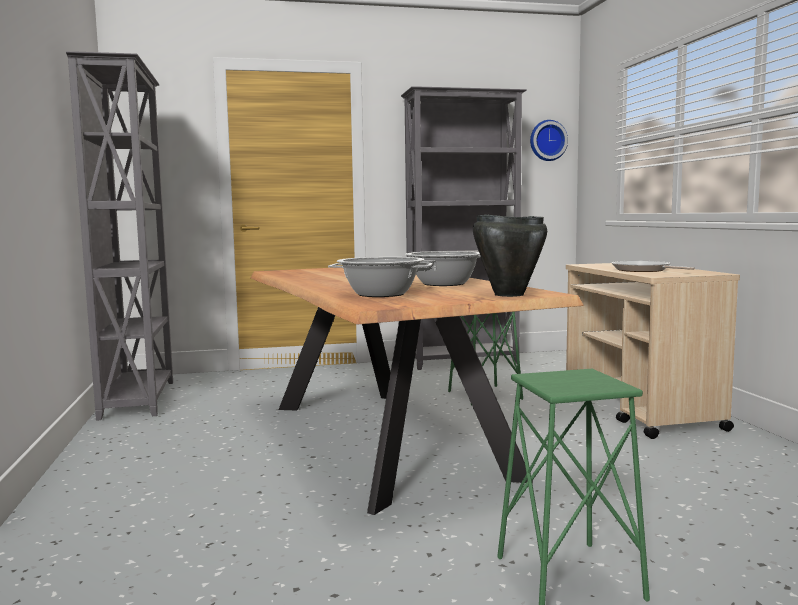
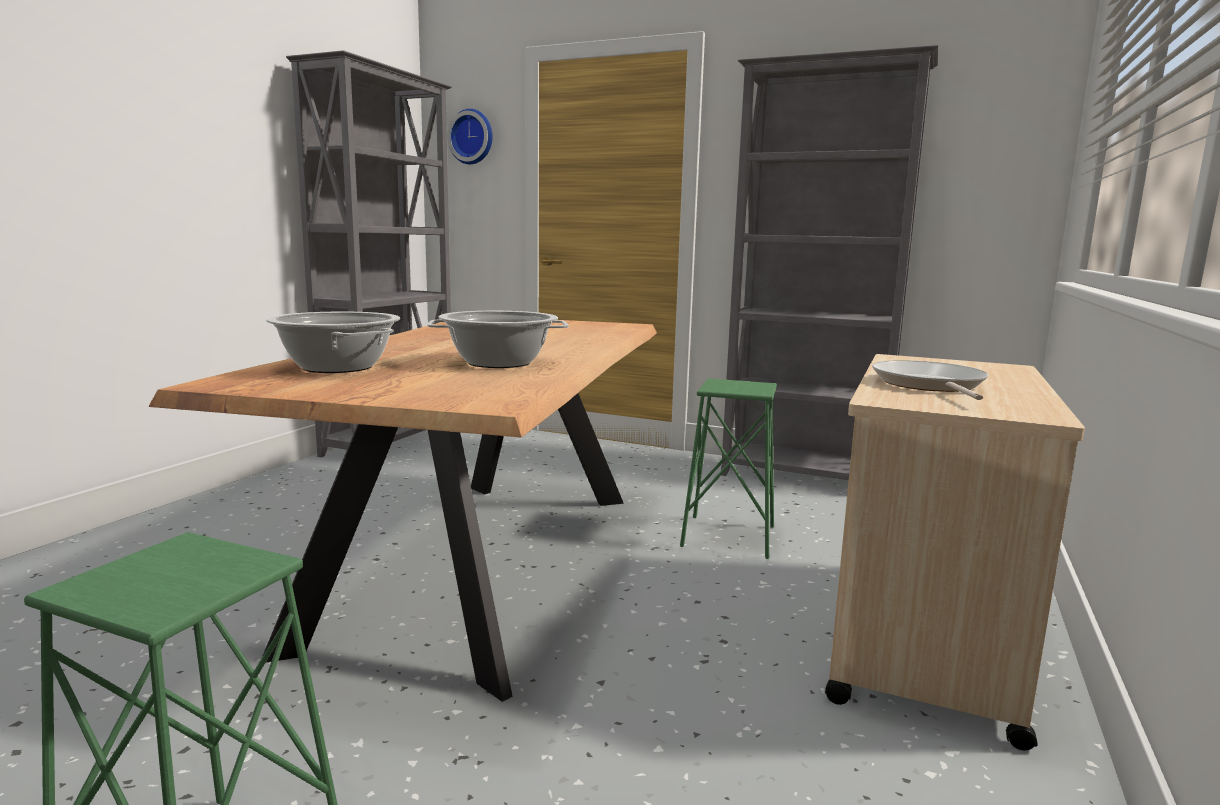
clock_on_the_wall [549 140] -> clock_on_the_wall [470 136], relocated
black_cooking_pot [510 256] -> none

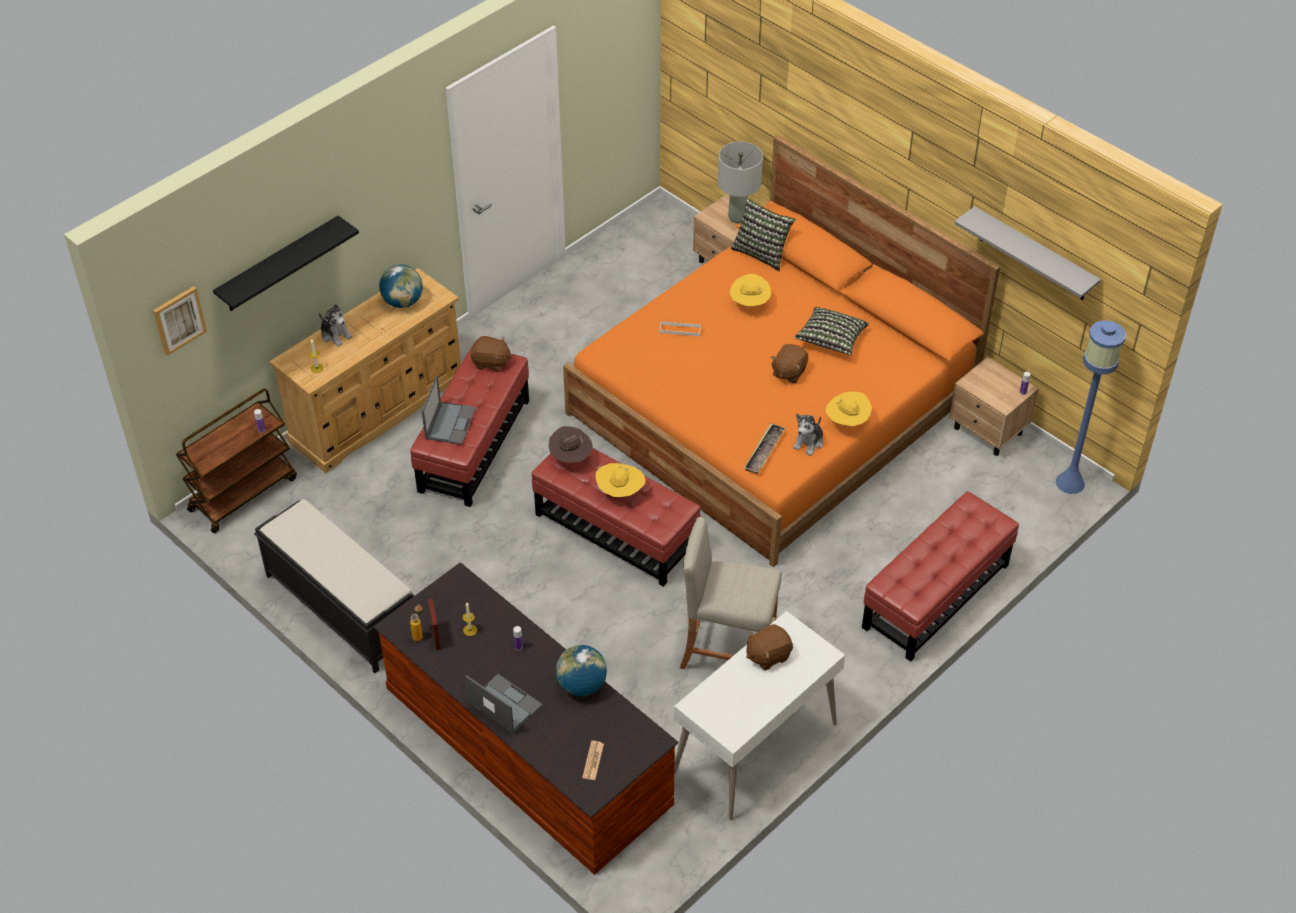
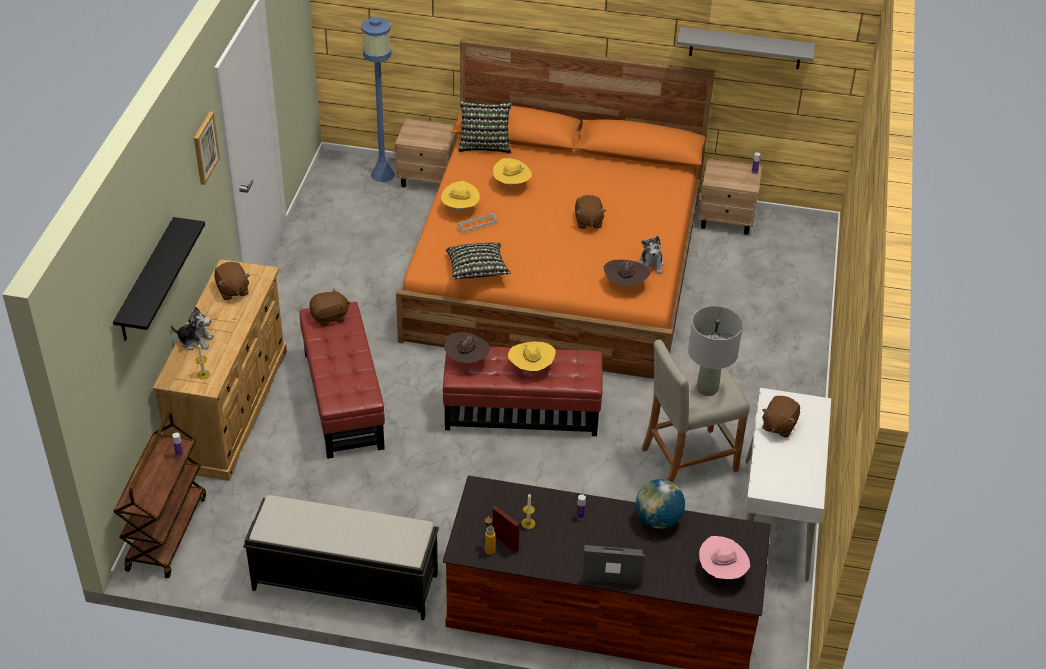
gray_table_lamp [740 182] -> gray_table_lamp [715 351], relocated
globe [401 286] -> brown_cuddly_toy [232 281]
picture [180 321] -> picture [207 148], relocated
cushion [831 331] -> cushion [478 261], relocated
bluish_floor_lamp [1091 407] -> bluish_floor_lamp [378 99], relocated
portable_computer [449 410] -> none
yellowish_wearable_hat [849 408] -> yellowish_wearable_hat [460 196], relocated
tray [764 448] -> brown_wearable_hat [627 272]
reddish_footrest [940 577] -> none
printed_paper [593 760] -> pink-coloured_wearable_hat [724 557]

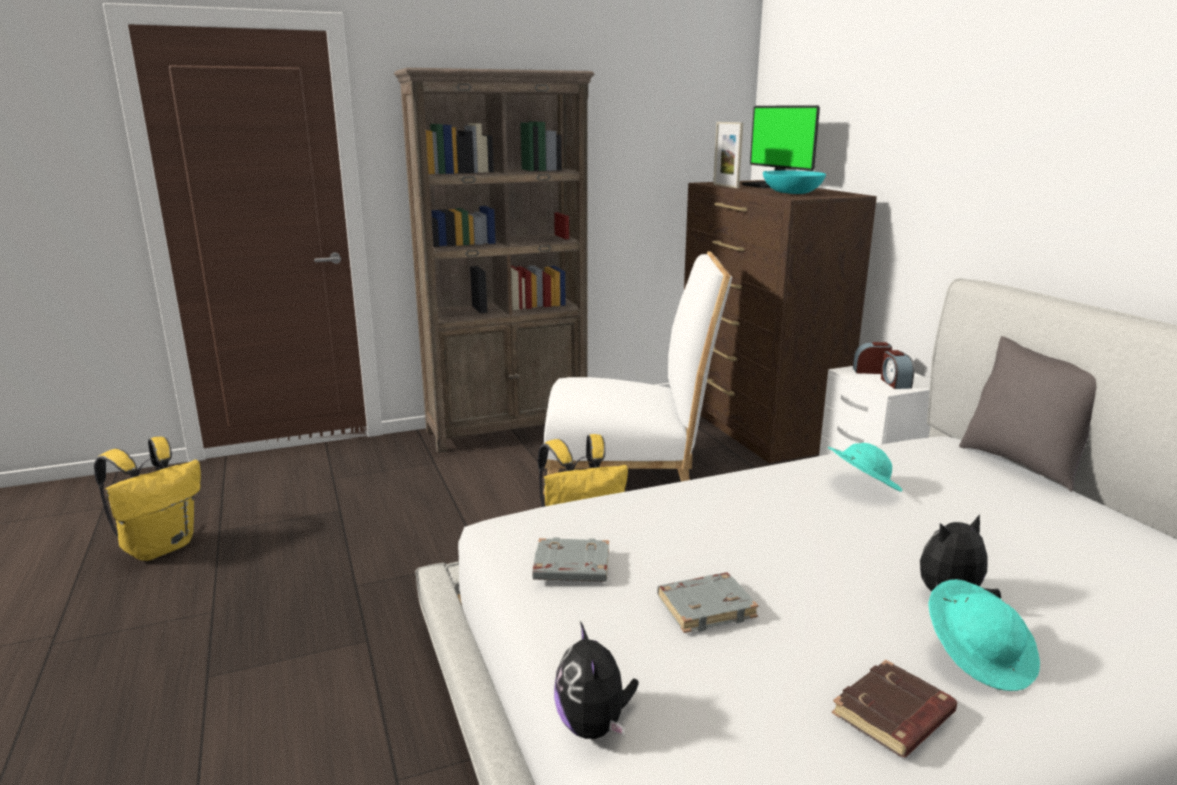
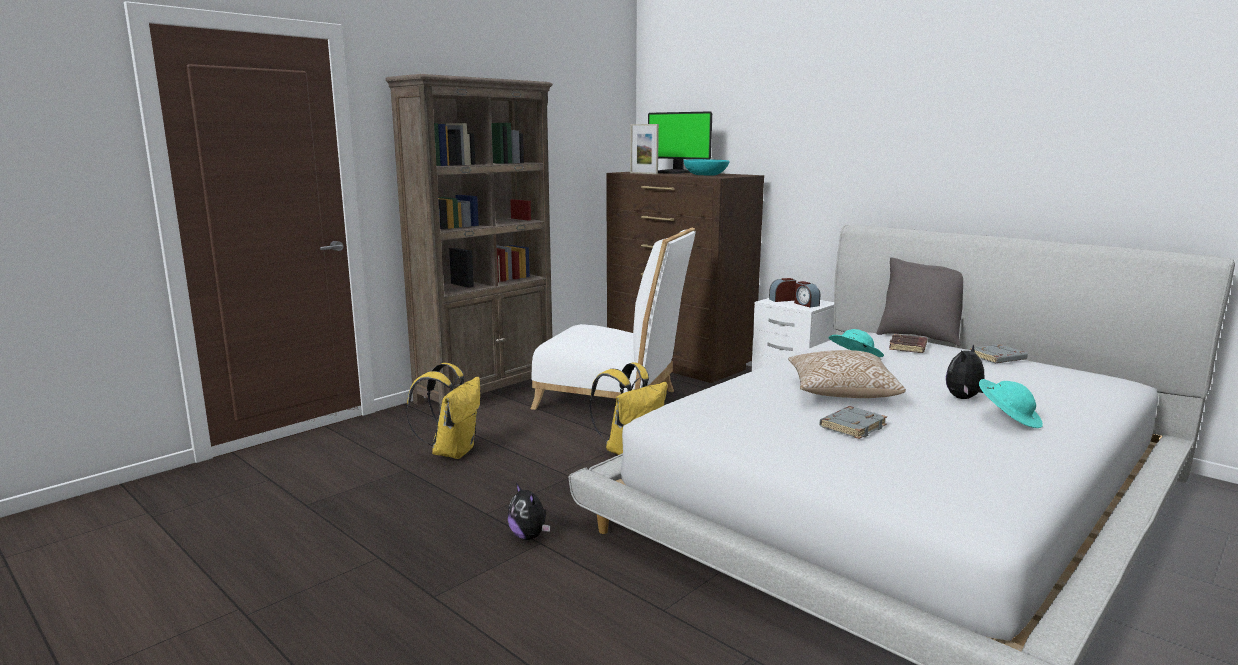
whitish_plain_chair [637 373] -> whitish_plain_chair [613 319], 45 degrees clockwise
yellowish_backpack [147 499] -> yellowish_backpack [443 411], relocated
gray_volume [570 559] -> gray_volume [999 353], relocated
cuddly_toy [596 680] -> cuddly_toy [529 511], relocated
brown_volume [894 708] -> brown_volume [908 343], relocated
none -> cushion [847 374]

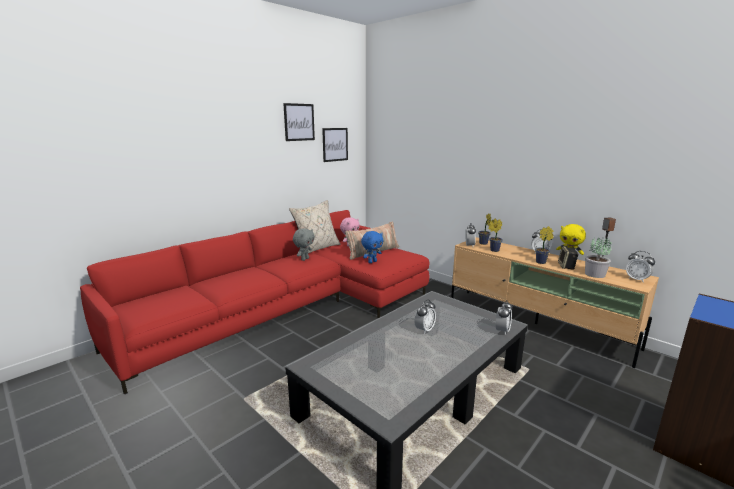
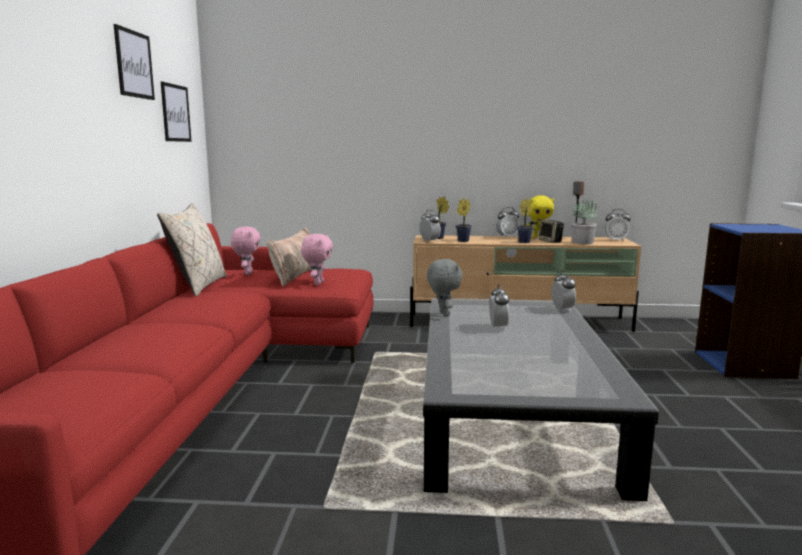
gray_cuddly_toy [304 244] -> gray_cuddly_toy [444 288], relocated
bluish_cuddly_toy [372 247] -> pink-coloured_cuddly_toy [317 259]

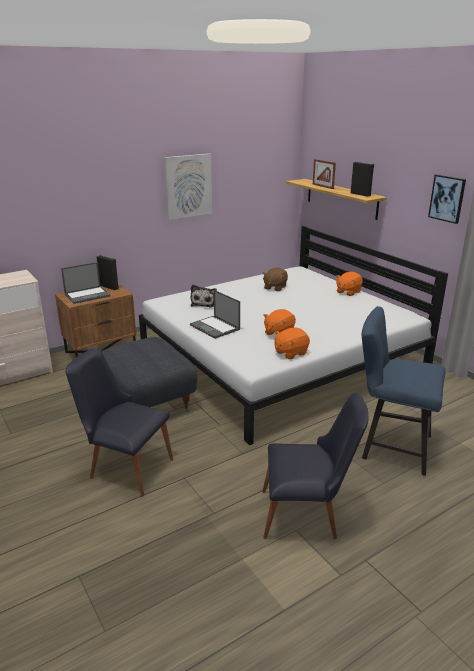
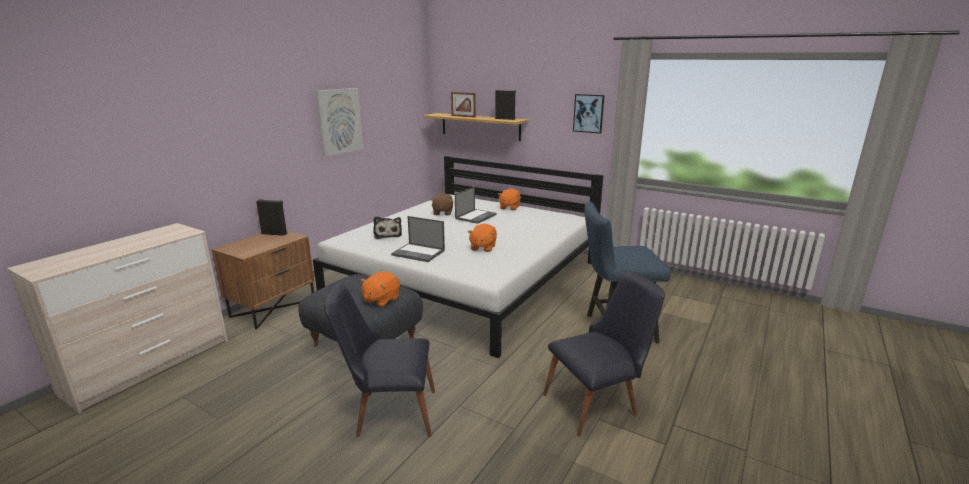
portable_computer [86 283] -> portable_computer [476 205], relocated
orange_cuddly_toy [292 343] -> orange_cuddly_toy [380 289], relocated

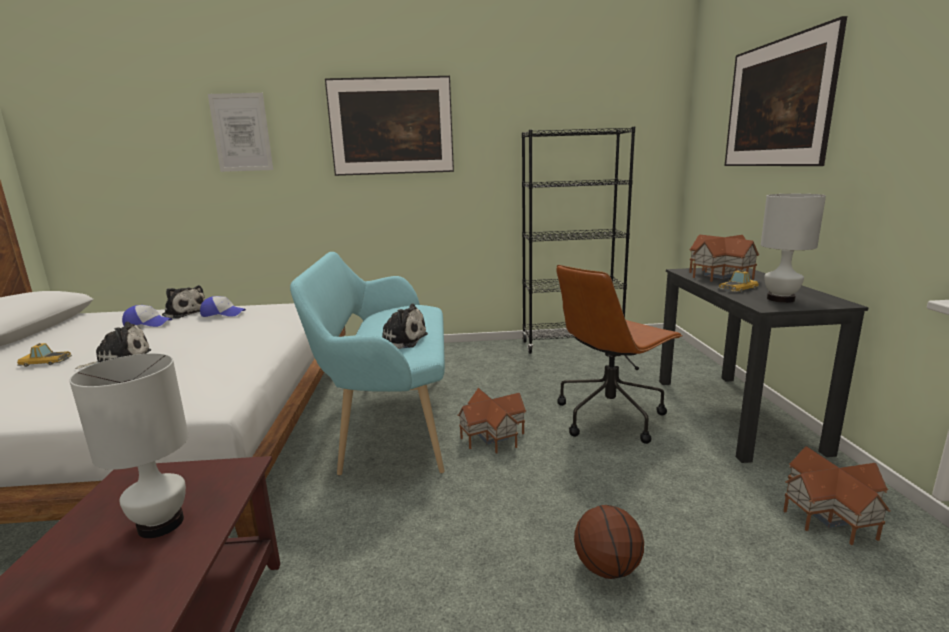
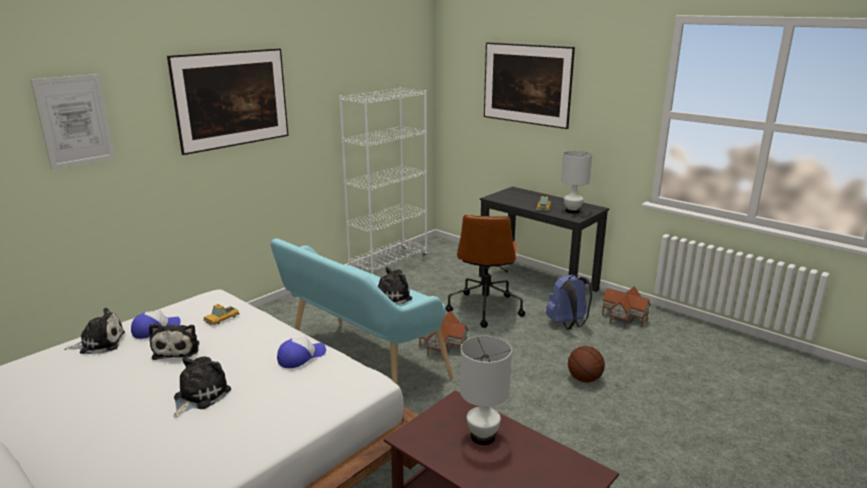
black_shelving_unit [578 240] -> whitish_shelving_unit [383 181]
model_house [724 258] -> none
cap [147 316] -> cap [301 352], relocated
toy_car [44 355] -> toy_car [221 315], relocated
none -> bluish_backpack [569 302]
none -> cuddly_toy [174 342]

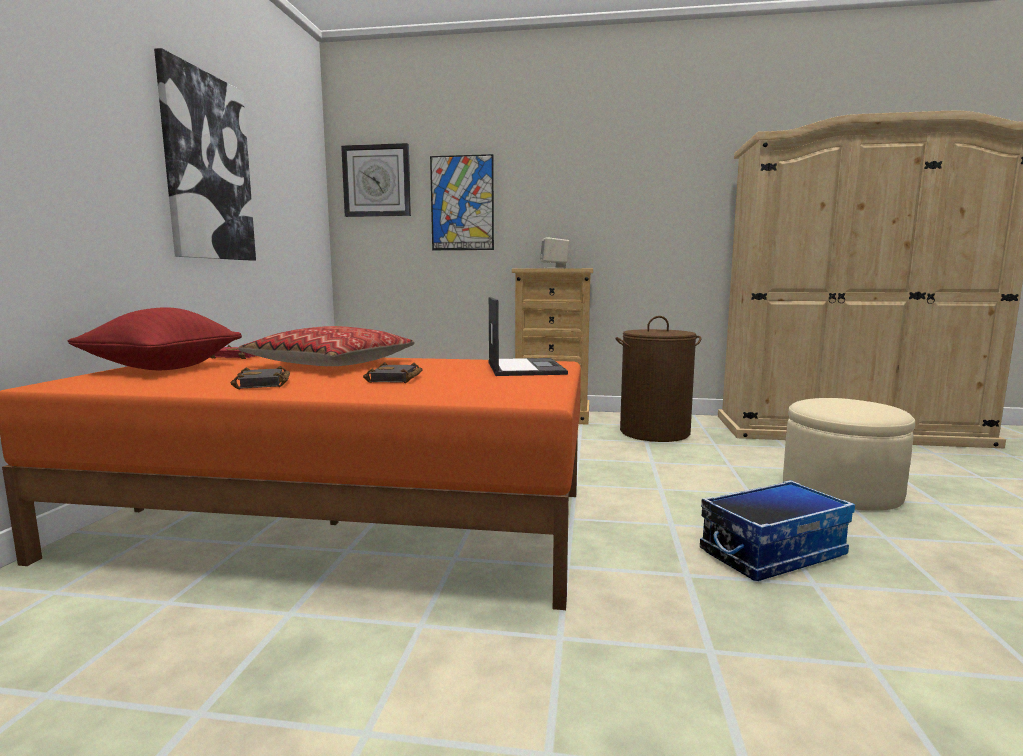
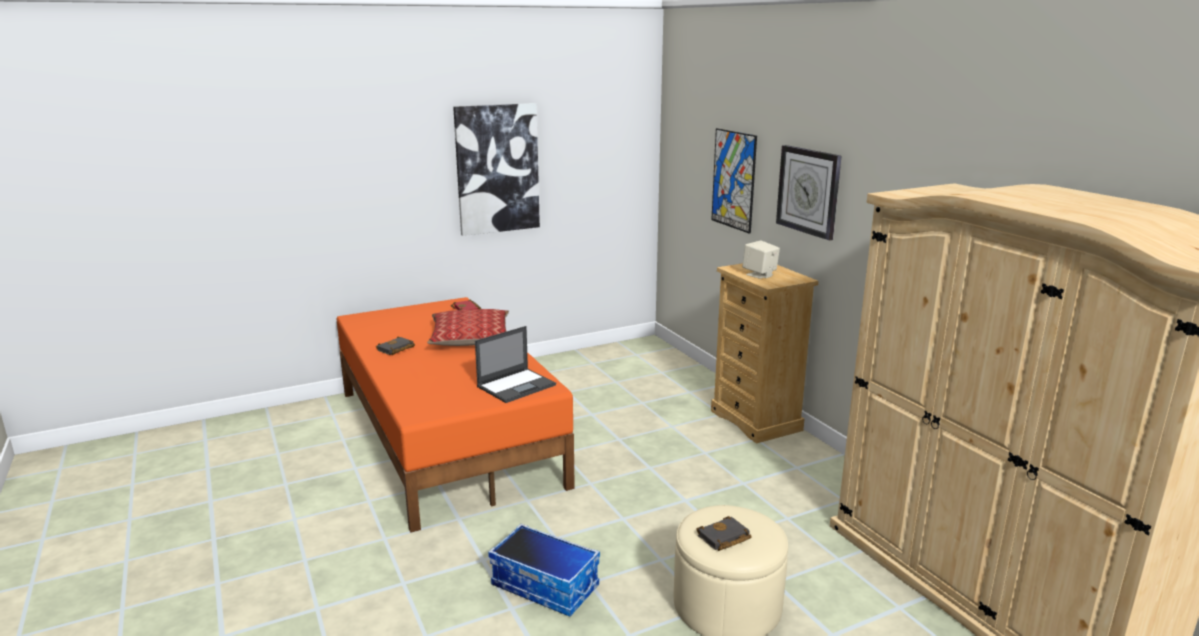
clock_on_the_wall [376 180] -> clock_on_the_wall [809 192], relocated
reddish_cushion [155 338] -> none
brown_washing_basket [659 379] -> none
black_volume [393 372] -> black_volume [724 533], relocated

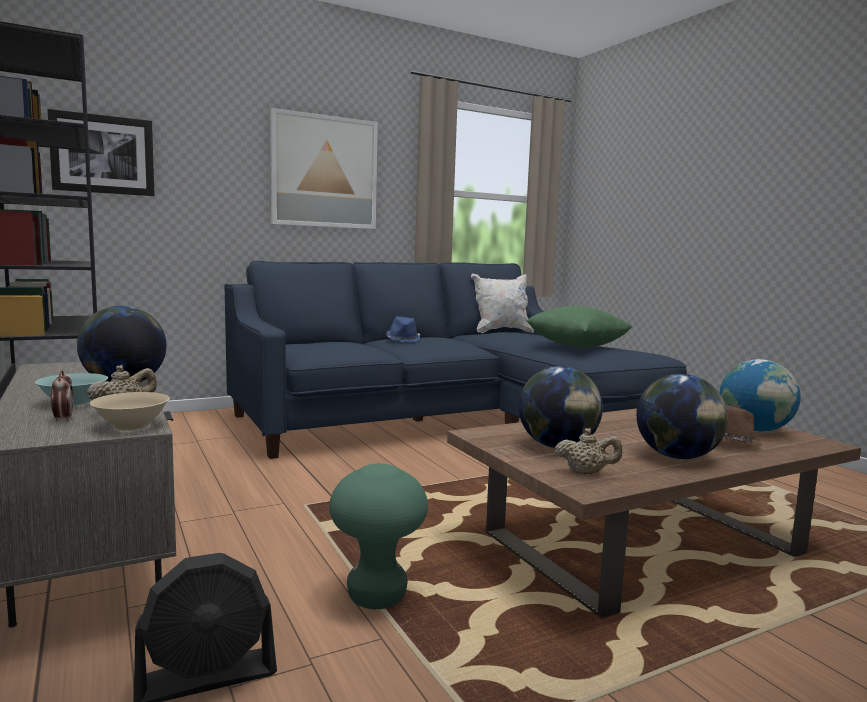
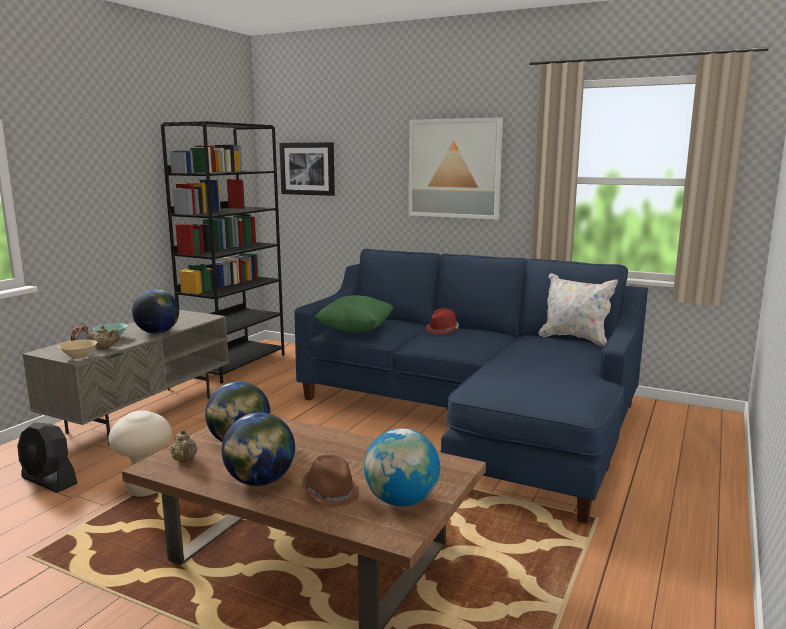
greenish_cushion [579 327] -> greenish_cushion [353 314], relocated
bluish_wearable_hat [403 329] -> reddish_wearable_hat [442 321]
greenish_stool [378 536] -> sand-coloured_stool [140 453]

